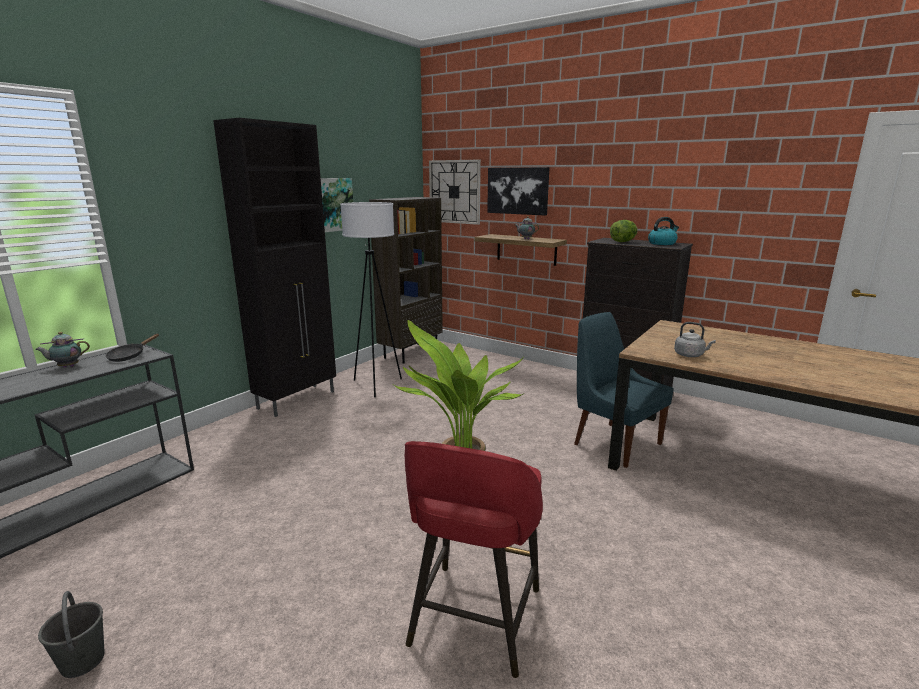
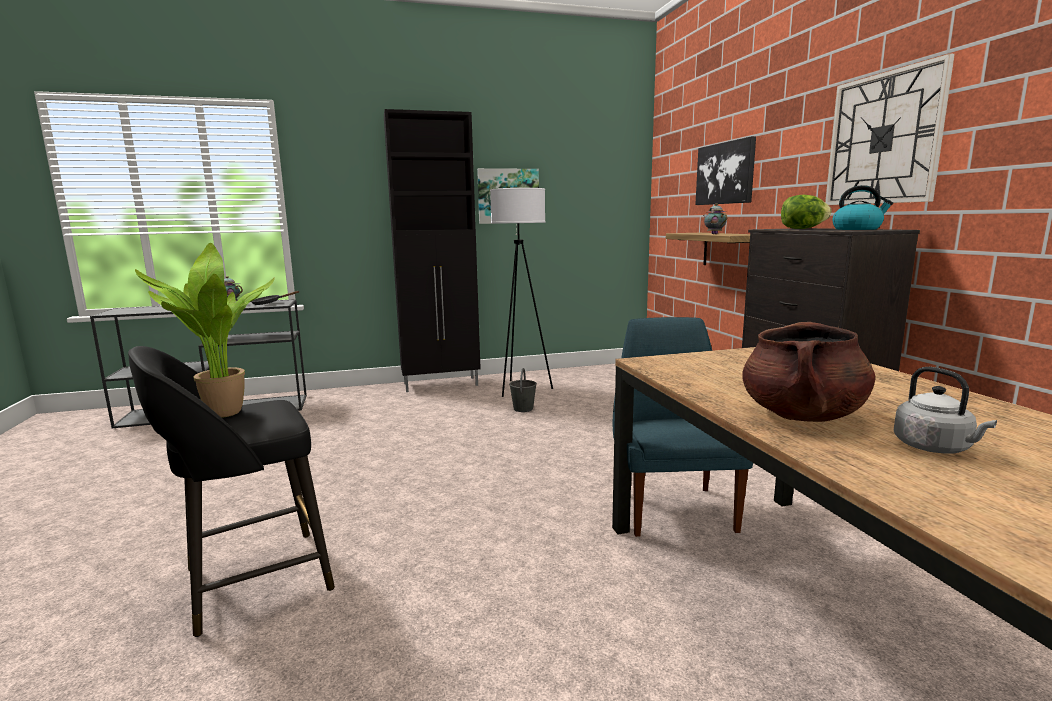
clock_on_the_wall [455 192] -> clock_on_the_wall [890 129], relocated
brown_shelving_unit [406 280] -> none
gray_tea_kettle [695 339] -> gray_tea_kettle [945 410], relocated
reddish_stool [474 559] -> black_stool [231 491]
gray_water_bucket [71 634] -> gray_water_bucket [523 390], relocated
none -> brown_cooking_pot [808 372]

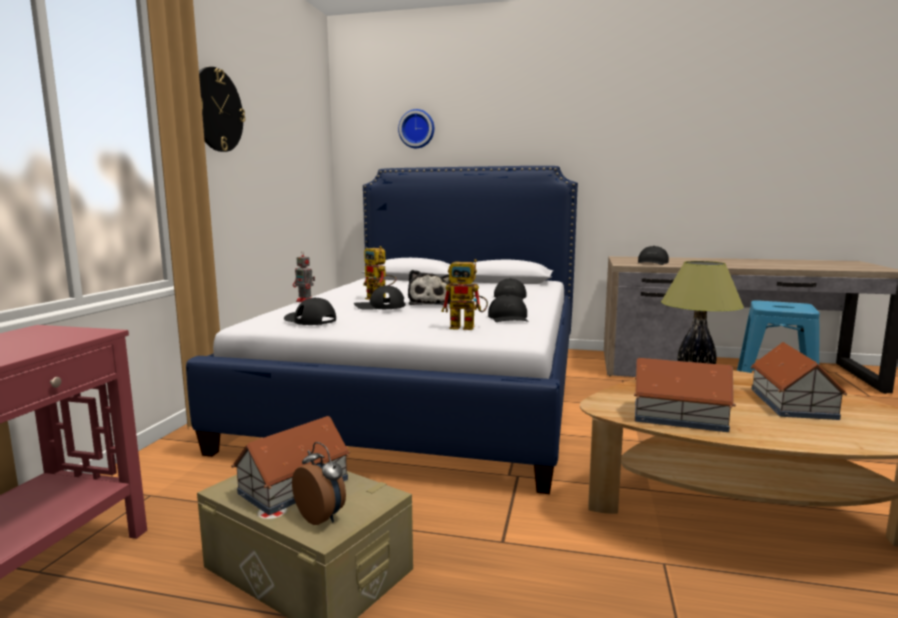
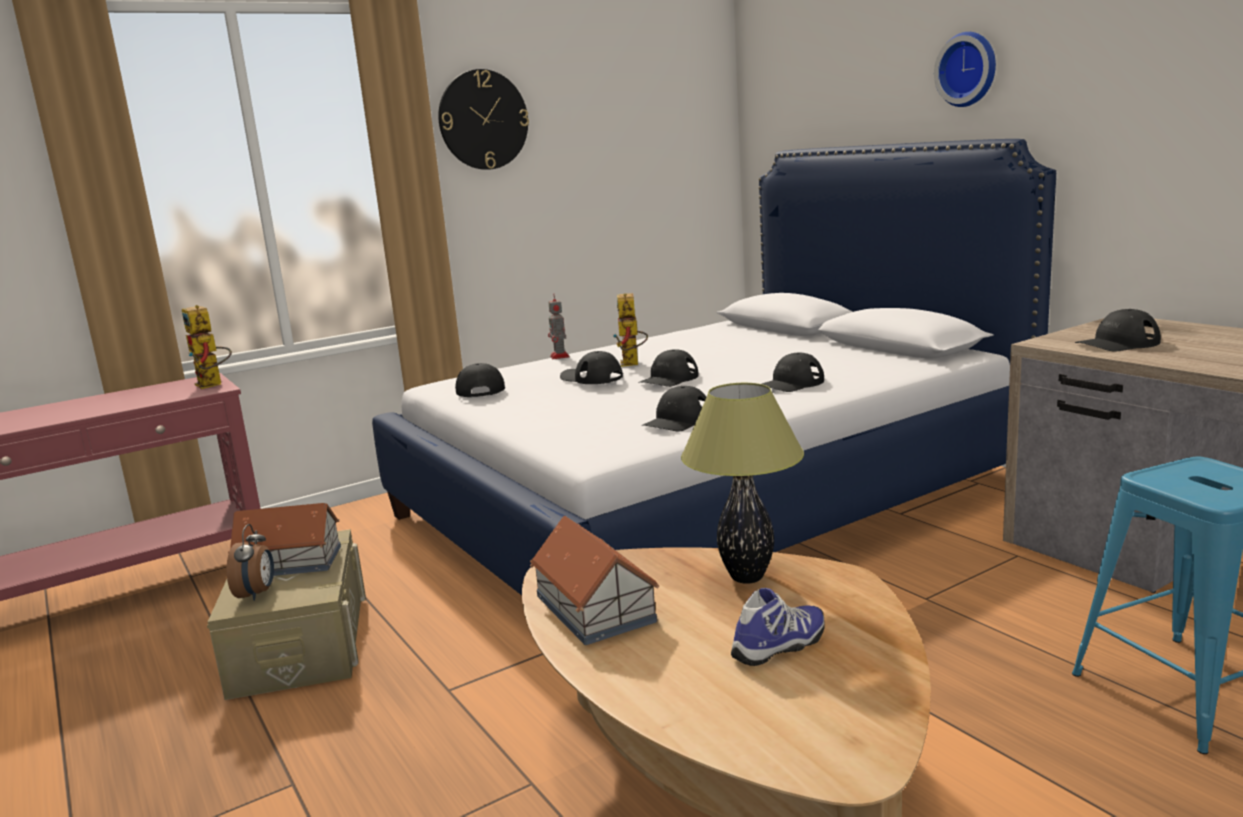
clock_on_the_wall [416 128] -> clock_on_the_wall [965 69], relocated
model_robot [464 294] -> model_robot [207 347], relocated
cuddly_toy [430 287] -> black_cap [668 368]
model_house [798 381] -> low_shoe [777 627]

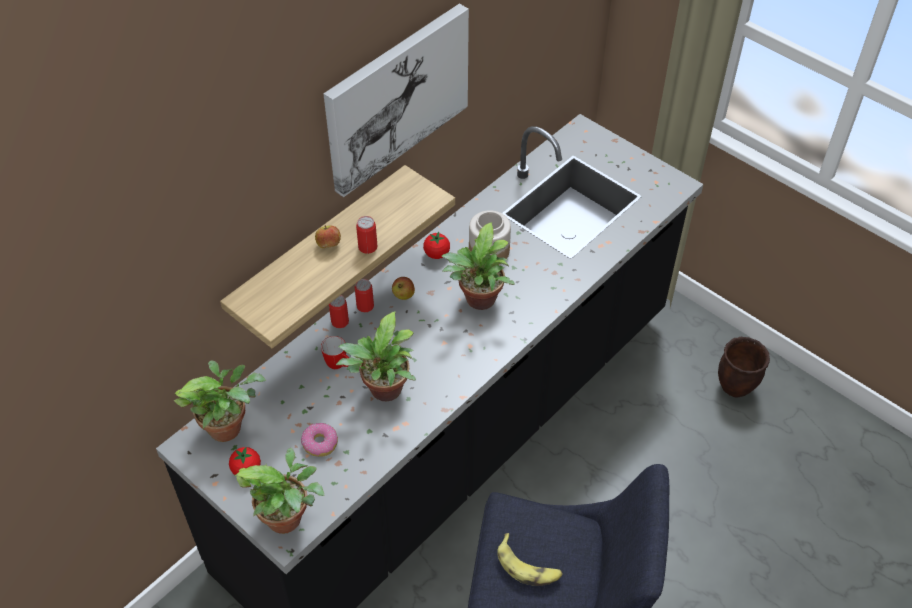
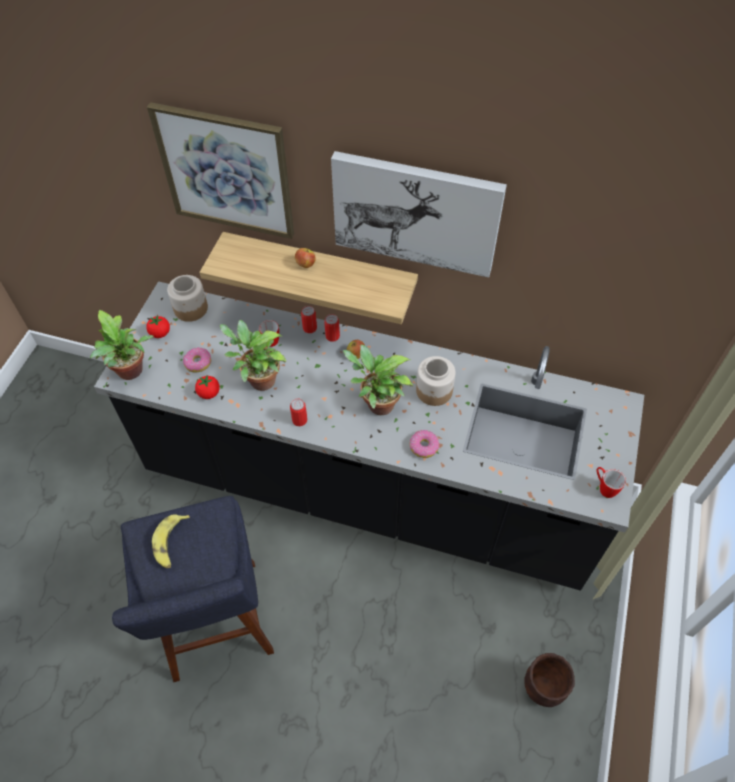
sealed_can [366 235] -> sealed_can [298 412], relocated
tomato [436 245] -> tomato [207 387], relocated
potted_plant [220 401] -> preserve_jar [187 298]
none -> picture [220 170]
none -> doughnut [424 444]
none -> mug [611 482]

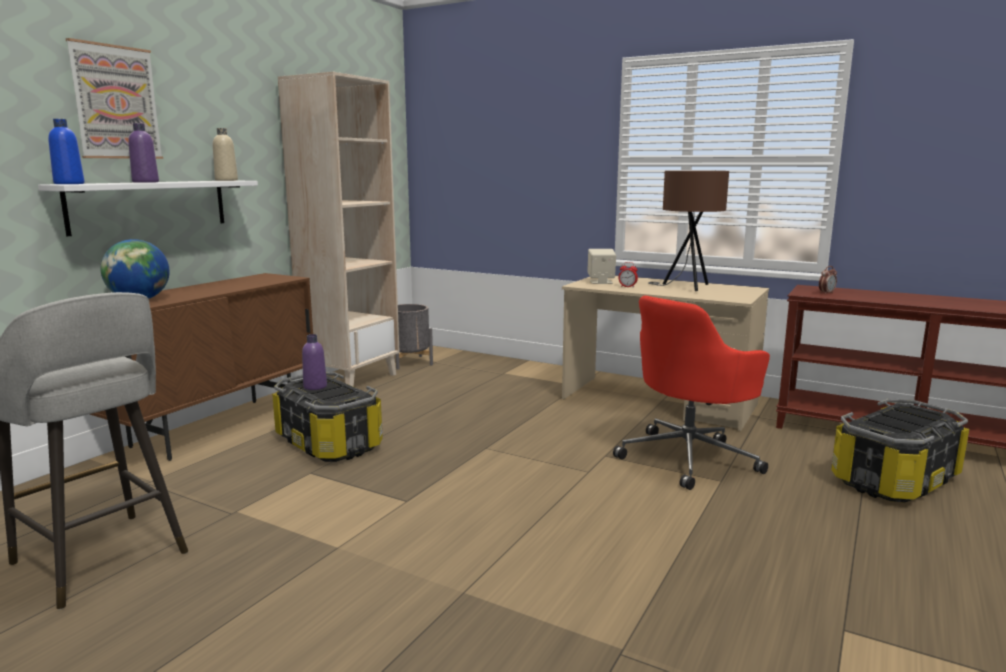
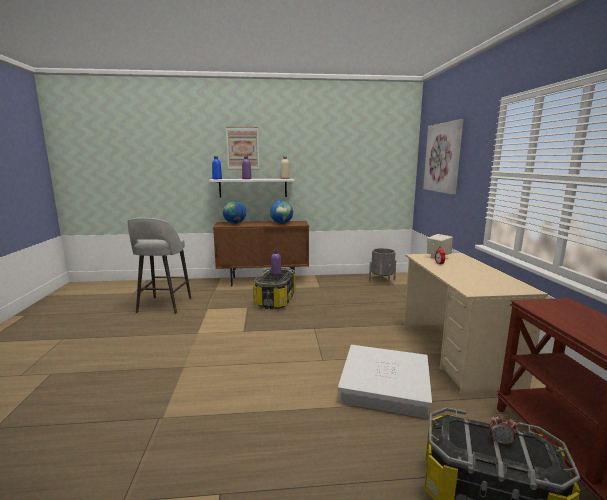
sand-coloured_shelving_unit [339 229] -> none
brown_table_lamp [688 231] -> none
alarm_clock [828 280] -> alarm_clock [503 430], relocated
reddish_desk_chair [691 393] -> whitish_storage_bin [385 382]
none -> picture [443 157]
none -> globe [281 212]

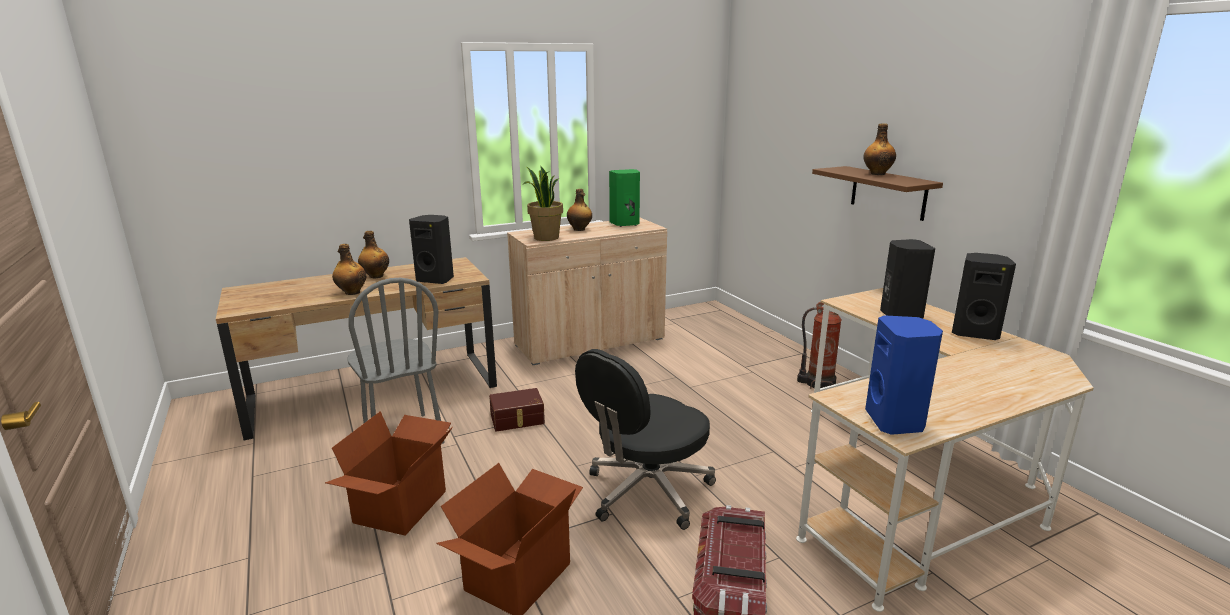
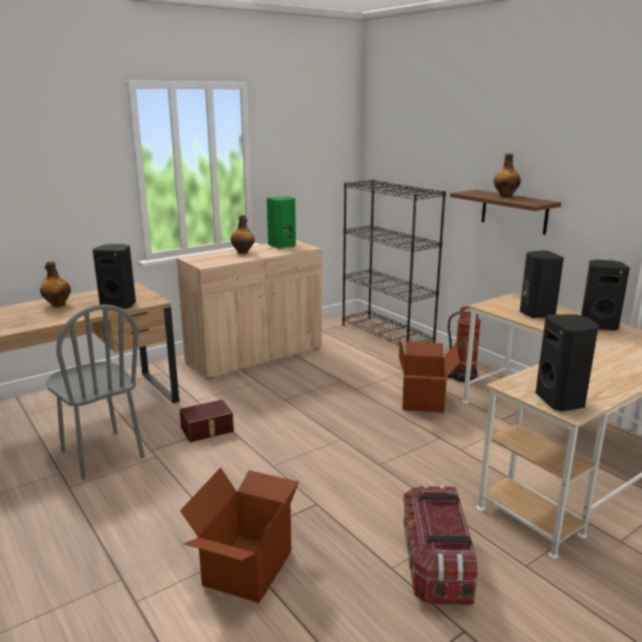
potted_plant [543 203] -> none
drink_bottle [349 269] -> none
bluish_speaker [904 375] -> black_speaker [567 363]
black_desk_chair [645 439] -> none
cardboard_box [389 473] -> cardboard_box [429 375], relocated
none -> black_shelving_unit [394 264]

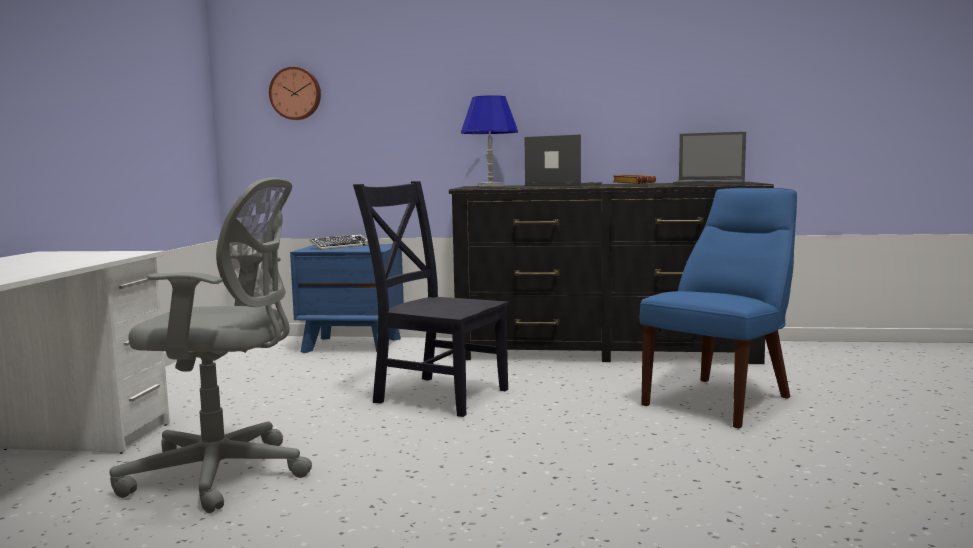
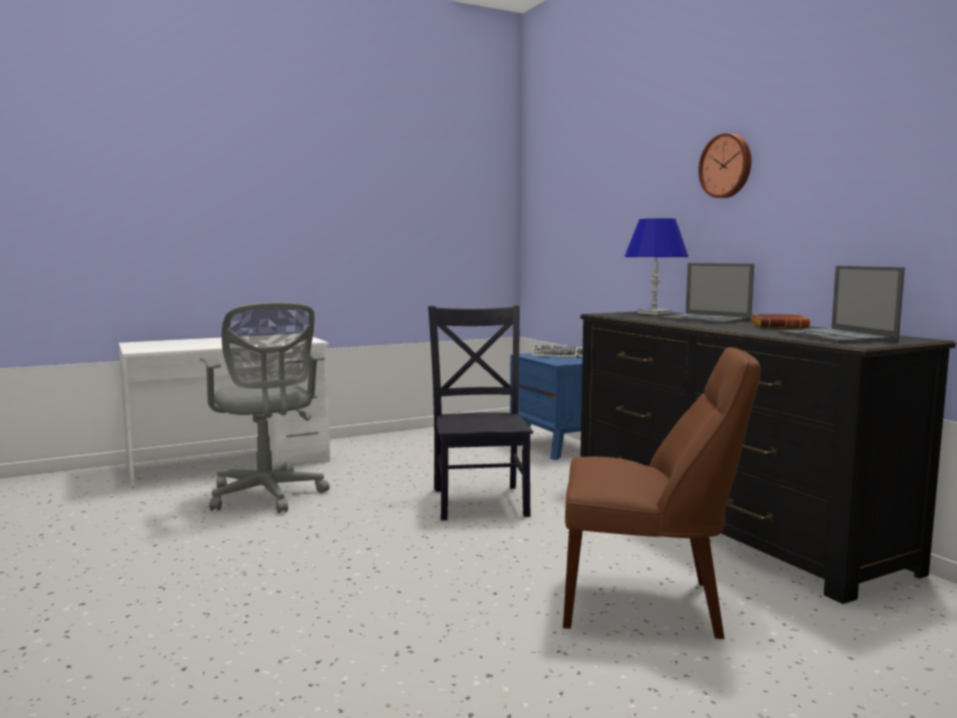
clock_on_the_wall [295 93] -> clock_on_the_wall [724 165], relocated
portable_computer [563 160] -> portable_computer [706 293], 135 degrees clockwise
bluish_plain_chair [718 308] -> brown_plain_chair [661 493]

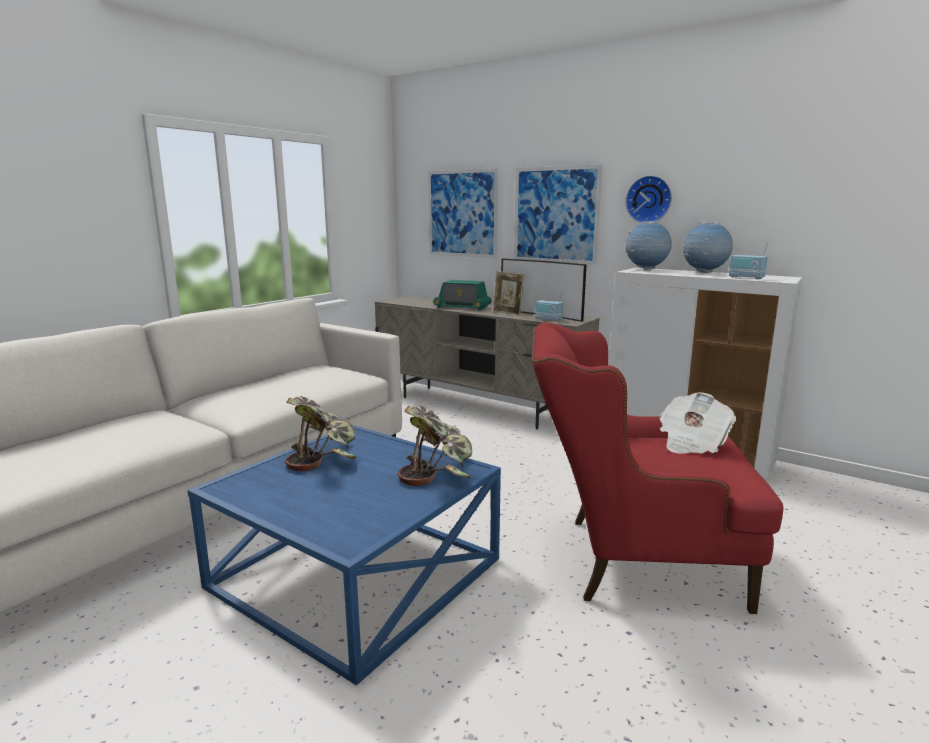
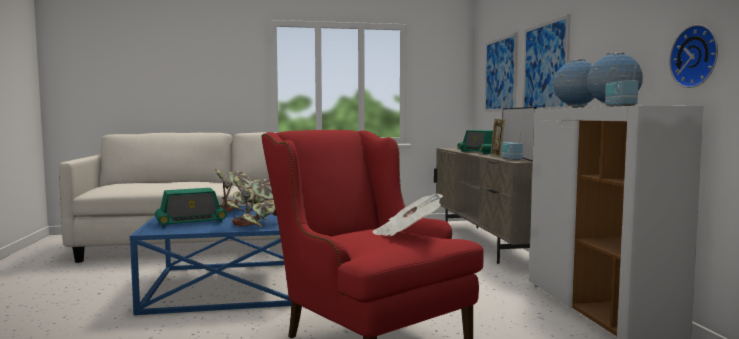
clock_on_the_wall [648 199] -> clock_on_the_wall [693 56], relocated
none -> radio [191 207]

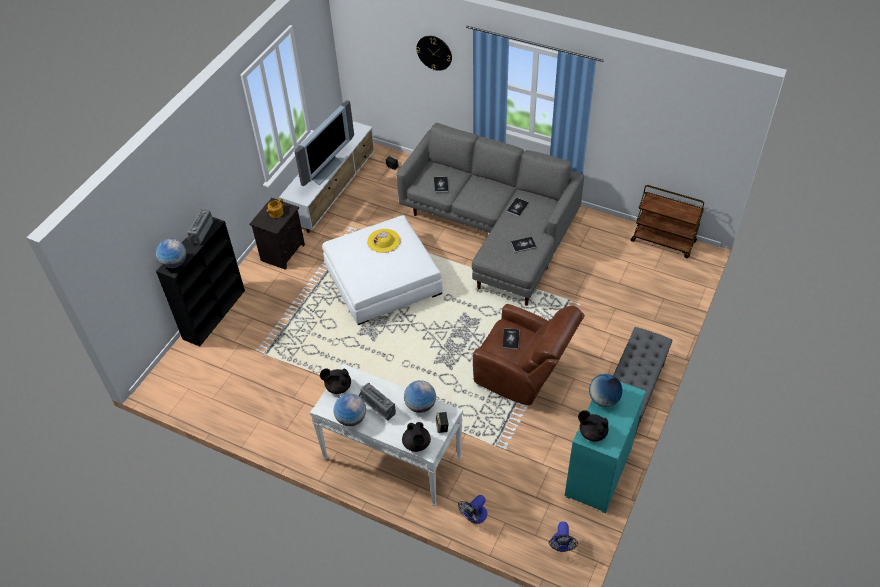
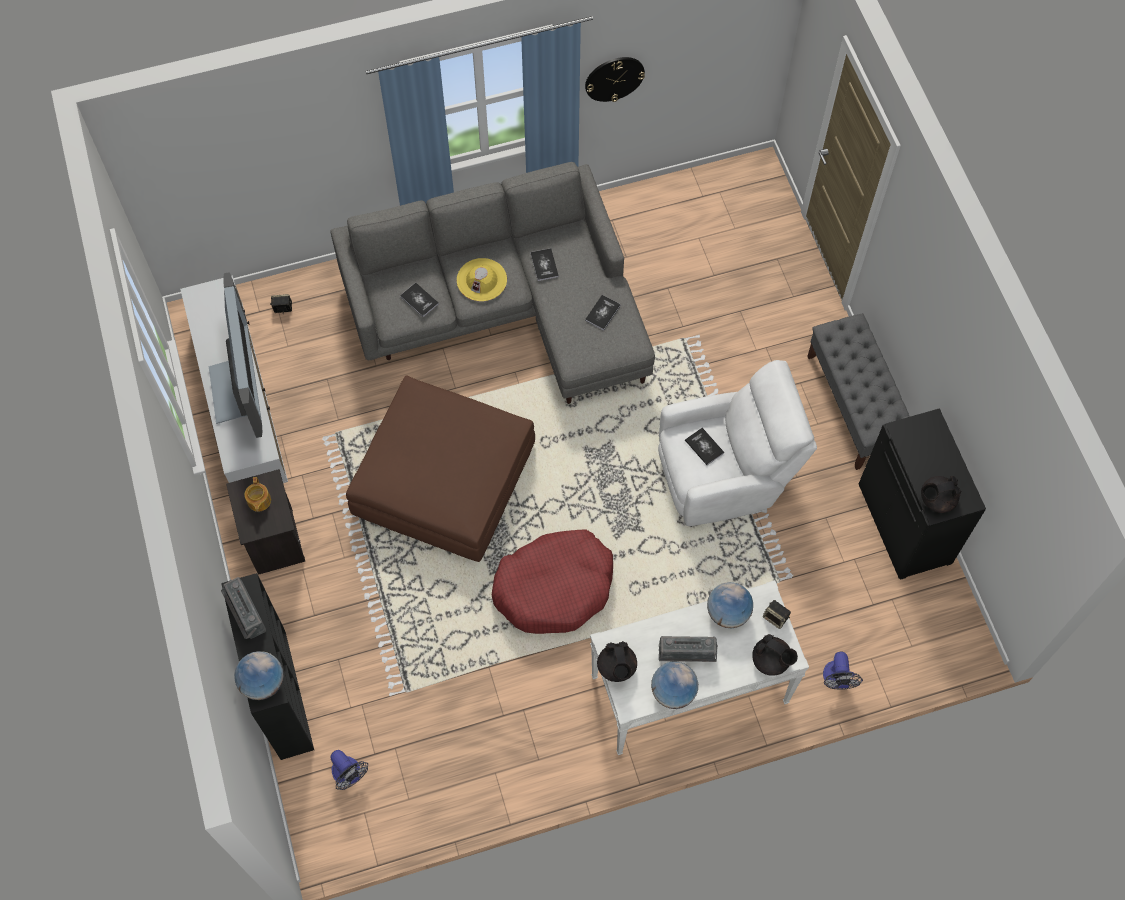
clock_on_the_wall [434 53] -> clock_on_the_wall [615 79], relocated
brown_wheeled_cart [667 221] -> none
whitish_footrest [382 270] -> brown_footrest [440 468]
yellowish_wearable_hat [384 241] -> yellowish_wearable_hat [482 279], relocated
brown_easy_chair [529 354] -> whitish_easy_chair [737 443]
black_teapot [335 381] -> black_teapot [617 661], 60 degrees counterclockwise
globe [605 390] -> none
turquoise_cabinet [605 447] -> black_cabinet [922 494]
electric_fan [563 536] -> electric_fan [349 770], relocated
none -> reddish_pet_bed [552 581]

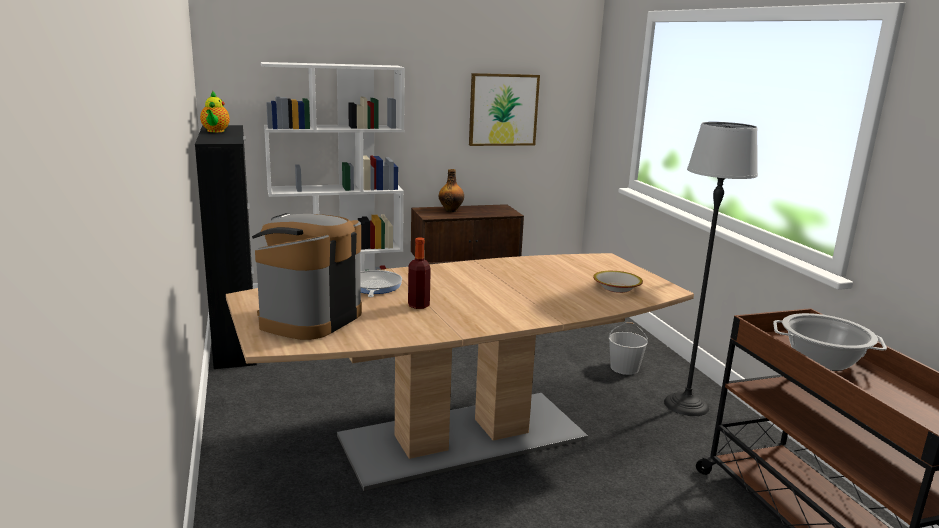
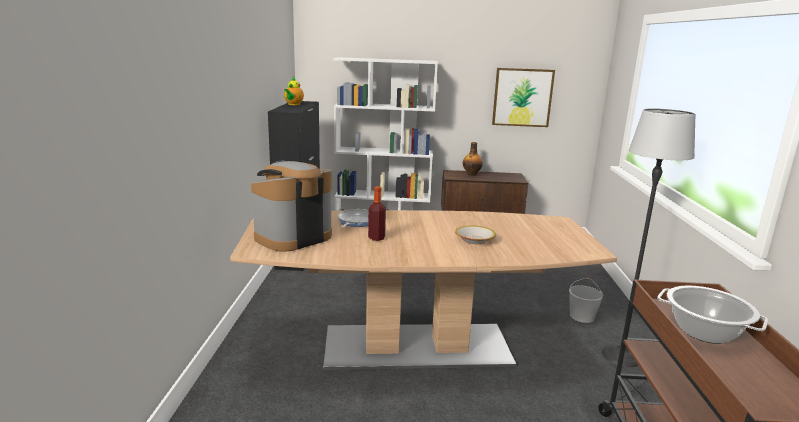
bowl [618 282] -> bowl [475 234], relocated

